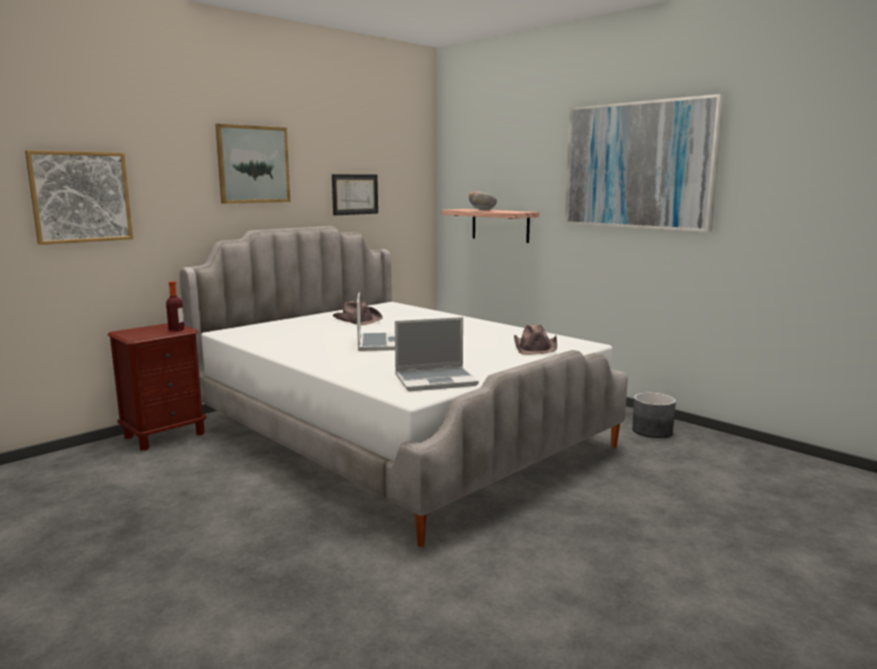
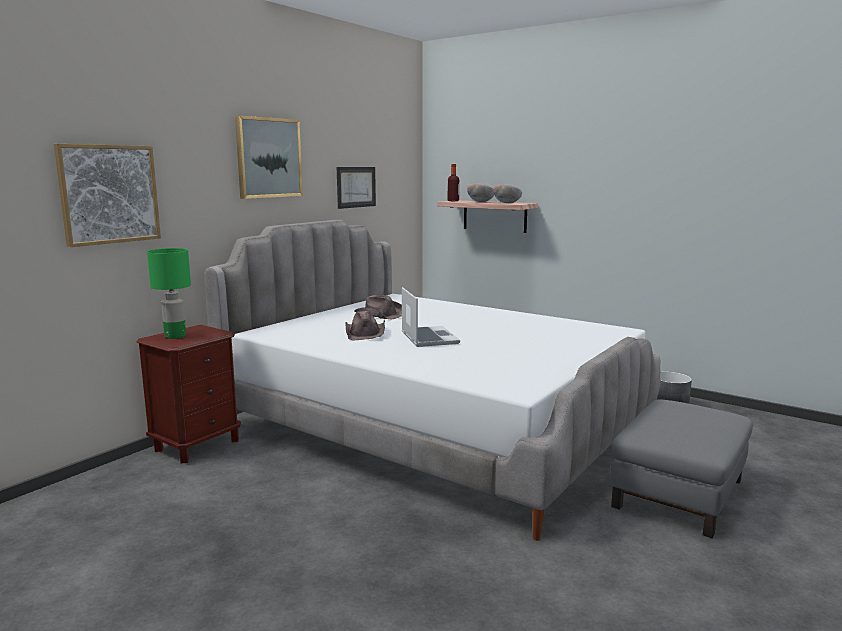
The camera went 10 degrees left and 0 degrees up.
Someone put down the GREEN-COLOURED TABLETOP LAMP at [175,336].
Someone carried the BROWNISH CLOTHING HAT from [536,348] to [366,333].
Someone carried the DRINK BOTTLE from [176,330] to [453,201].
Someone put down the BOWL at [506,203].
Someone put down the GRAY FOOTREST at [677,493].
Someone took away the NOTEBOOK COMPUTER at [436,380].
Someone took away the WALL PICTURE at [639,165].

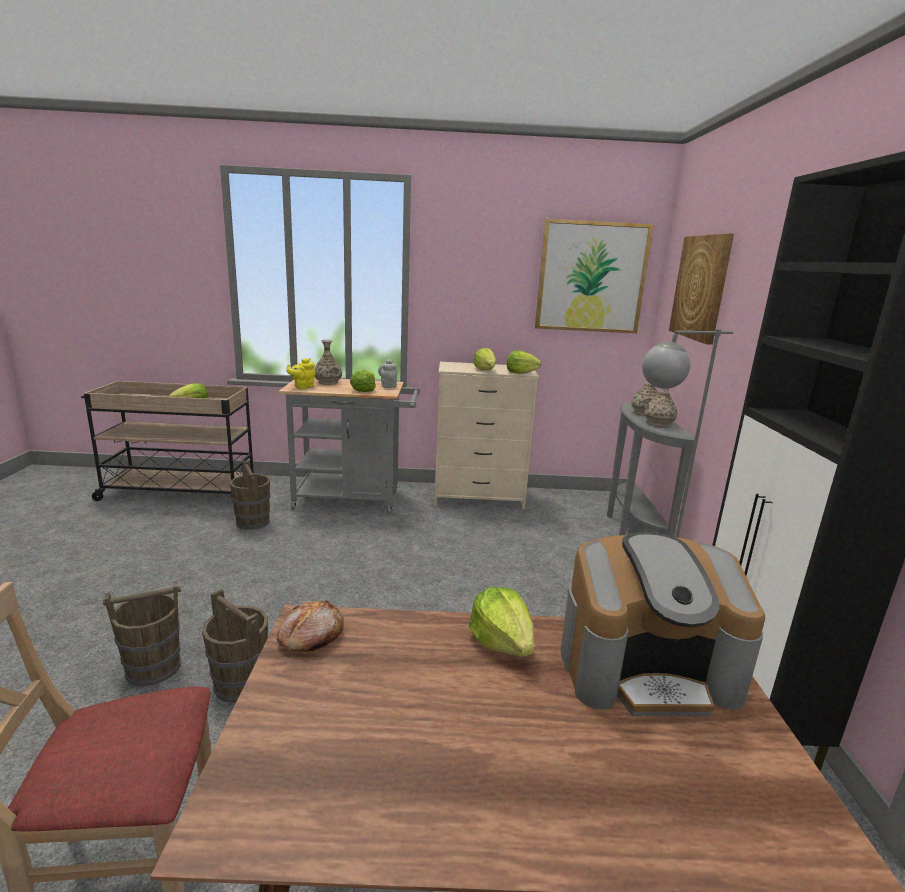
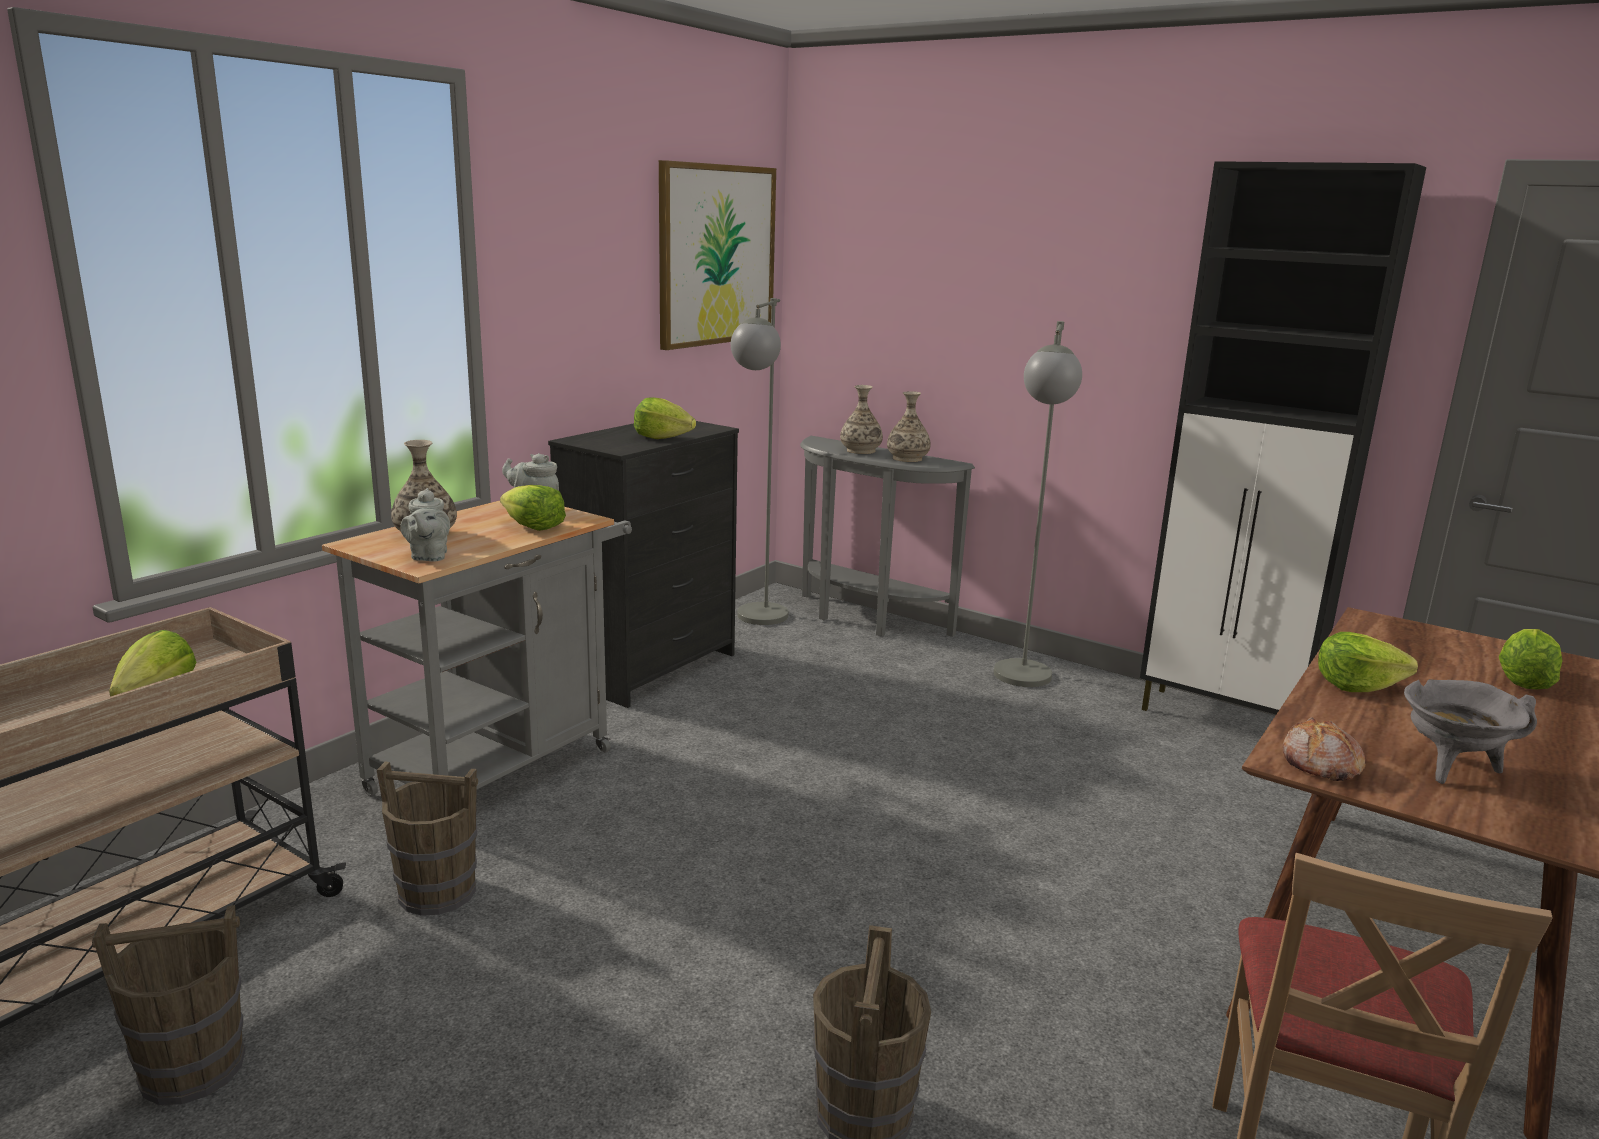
The camera went 55 degrees left and 0 degrees up.
Someone carried the BROWNISH WATER BUCKET from [241,683] to [191,1068].
Someone repainted the YELLOW-COLOURED TEAPOT at [302,387], which became the GRAY TEAPOT at [428,557].
Someone repainted the BEIGE CHEST OF DRAWERS at [478,497], which became the BLACK CHEST OF DRAWERS at [651,668].
Someone put down the GRAY STANDARD LAMP at [758,622].
Someone put down the GRAY SAUCEPOT at [1450,768].
Someone carried the LETTUCE from [520,373] to [1523,680].
Someone took away the COFFEE BREWER at [646,667].
Someone took away the WALL PICTURE at [701,287].

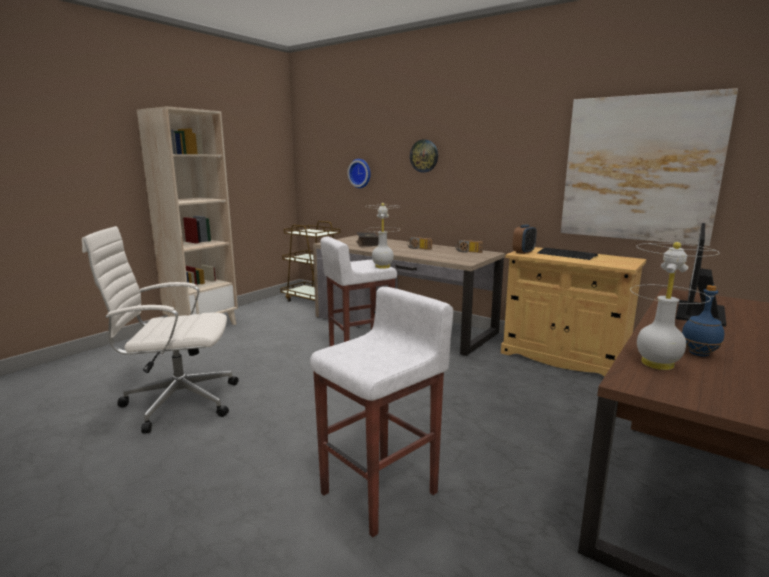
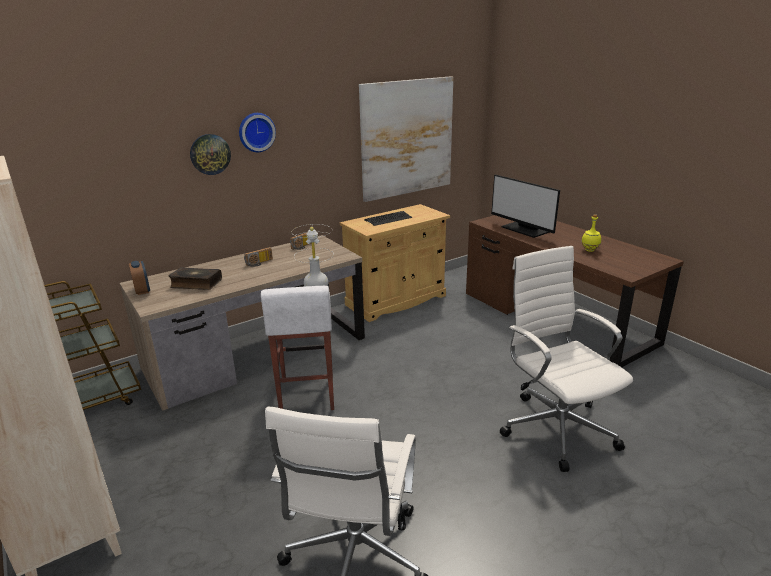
The camera went 70 degrees left and 10 degrees up.
Someone carried the ALARM CLOCK from [523,252] to [142,290].
Someone carried the WALL CLOCK from [360,173] to [256,132].
Someone swapped the WHITE STOOL SEAT at [381,492] for the WHITE OFFICE CHAIR at [556,427].
Someone repainted the BLUE DRINK BOTTLE at [699,353], which became the YELLOW-COLOURED DRINK BOTTLE at [589,250].
Someone took away the WHITE TABLETOP LAMP at [656,364].

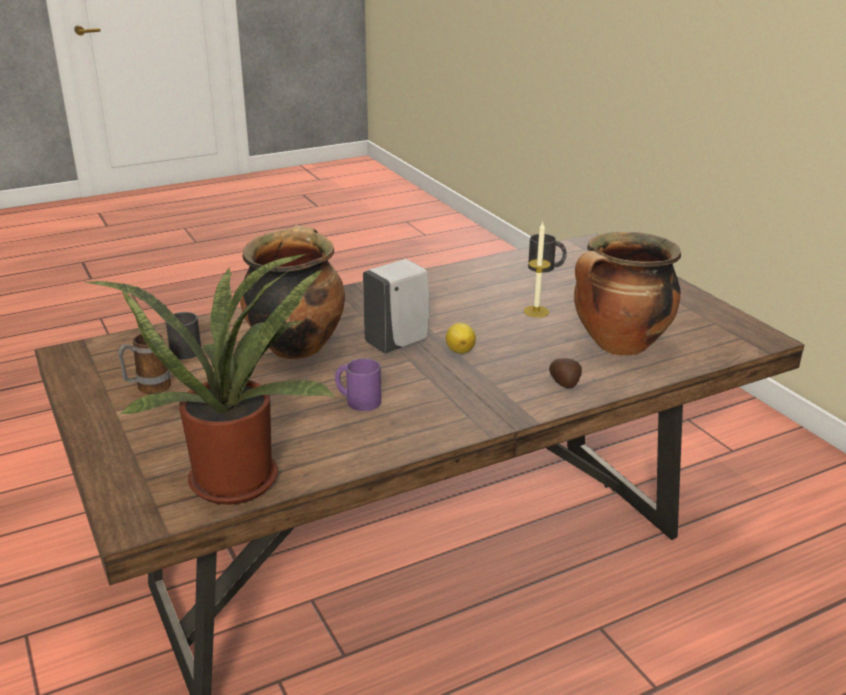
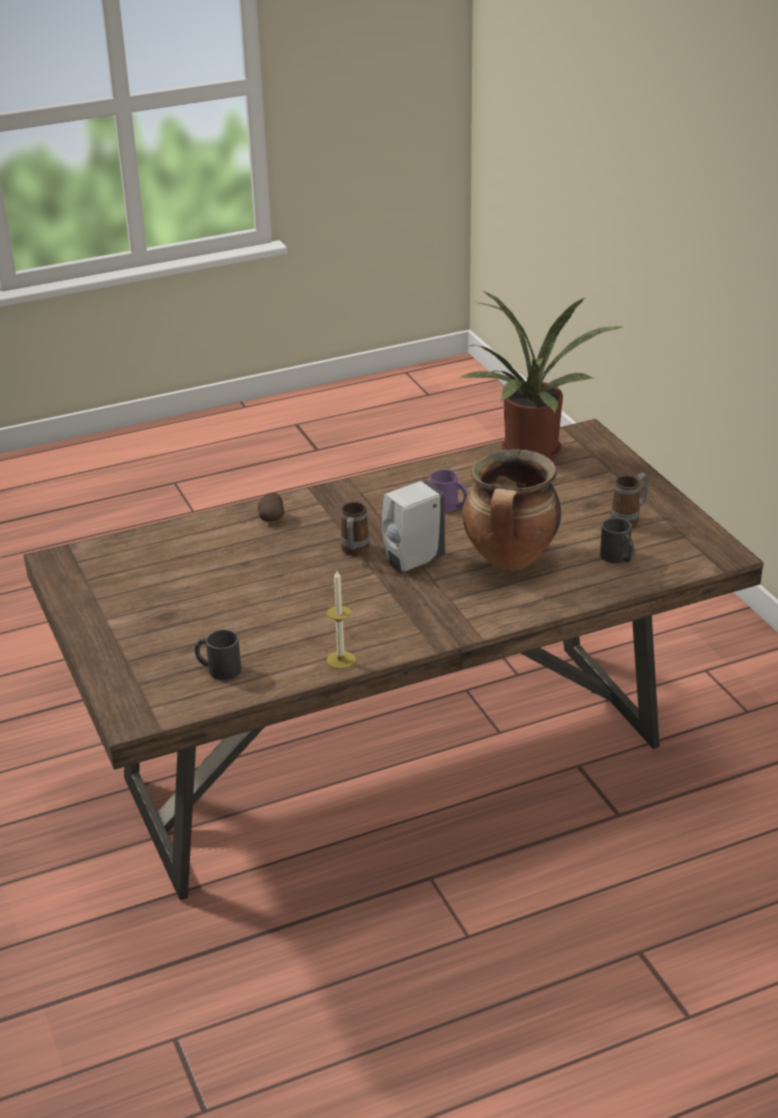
The camera went 175 degrees left and 5 degrees up.
Someone carried the WAX CANDLE from [536,311] to [341,660].
Someone swapped the CITRUS FRUIT at [460,350] for the COFFEE MUG at [354,552].
Someone took away the SAUCEPOT at [619,346].

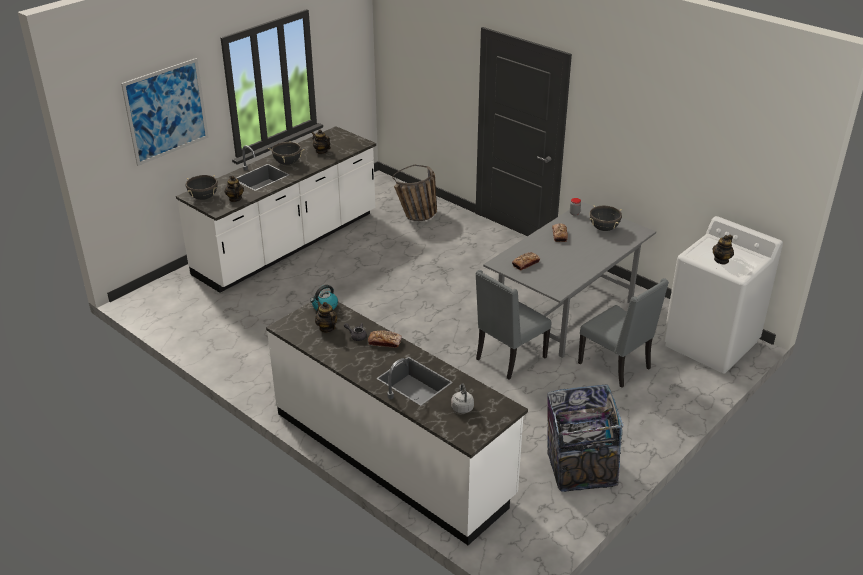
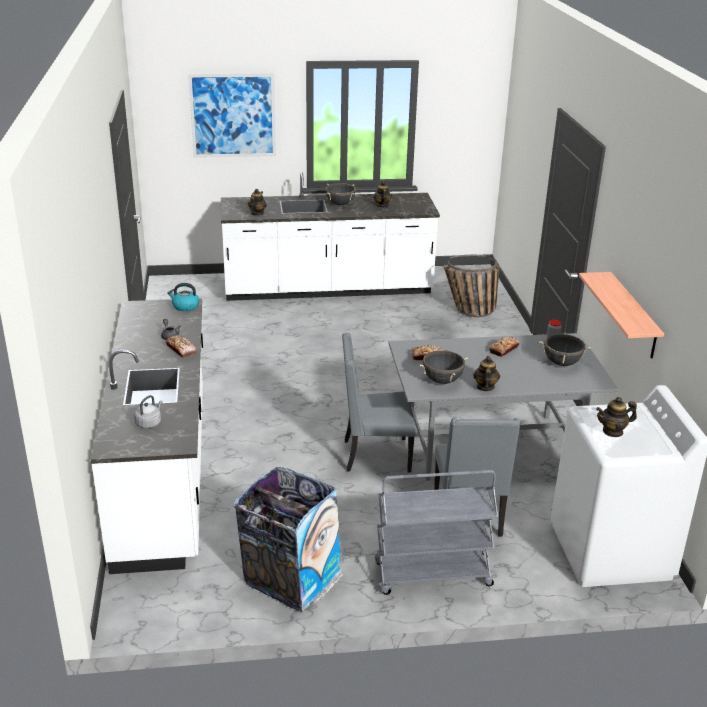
The camera went 40 degrees right and 5 degrees down.
Someone put down the GRAY WHEELED CART at [432,575].
Someone carried the BLACK SAUCEPOT from [203,197] to [442,380].
Someone carried the TEAPOT from [326,328] to [485,387].
Someone put up the BRACKET SHELF at [633,315].

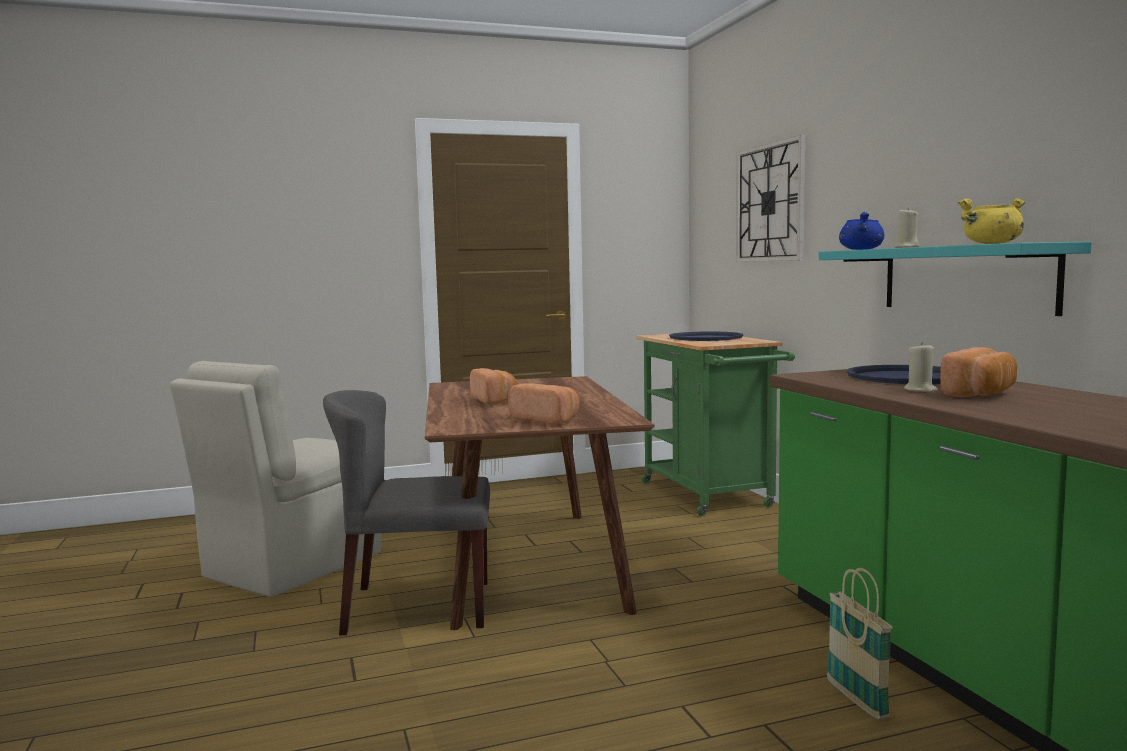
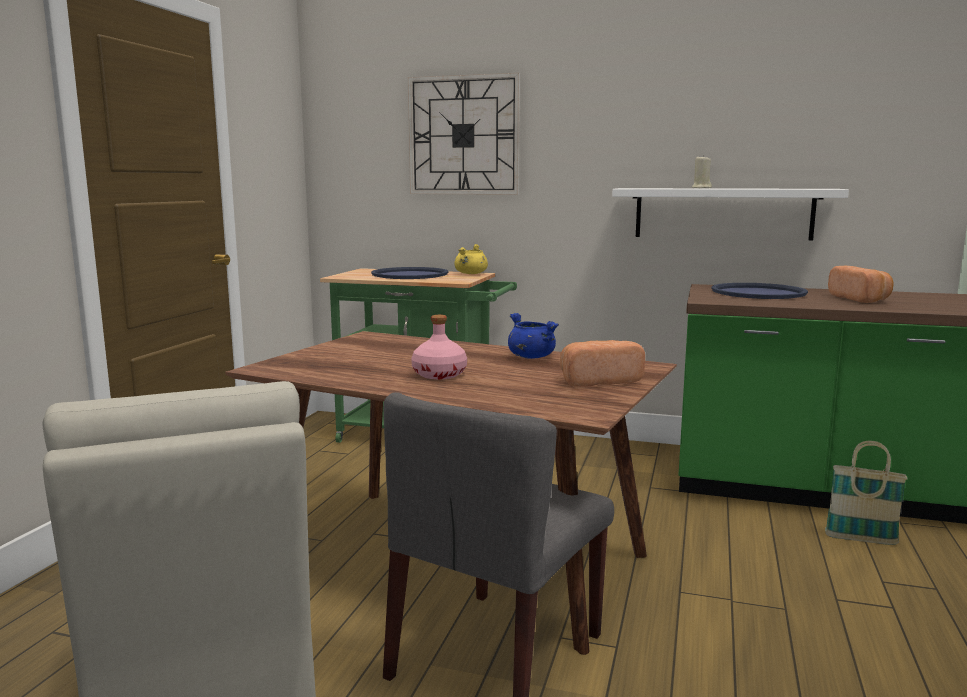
The camera went 55 degrees left and 5 degrees up.
Someone swapped the BAKERY BREAD at [495,401] for the PINK DRINK BOTTLE at [439,374].
Someone carried the YELLOW-COLOURED SAUCEPOT from [992,243] to [471,274].
Someone carried the BLUE SAUCEPOT from [861,249] to [531,357].
Someone repainted the TURQUOISE-COLOURED BRACKET SHELF at [965,279], which became the WHITE BRACKET SHELF at [723,213].
Someone took away the BEIGE WAX CANDLE at [920,390].

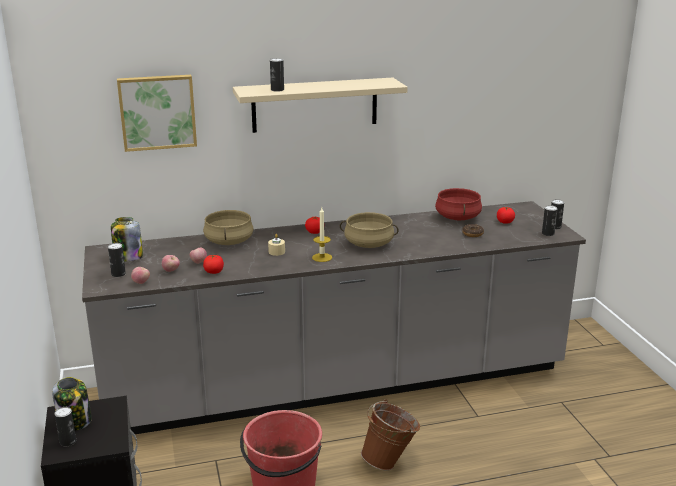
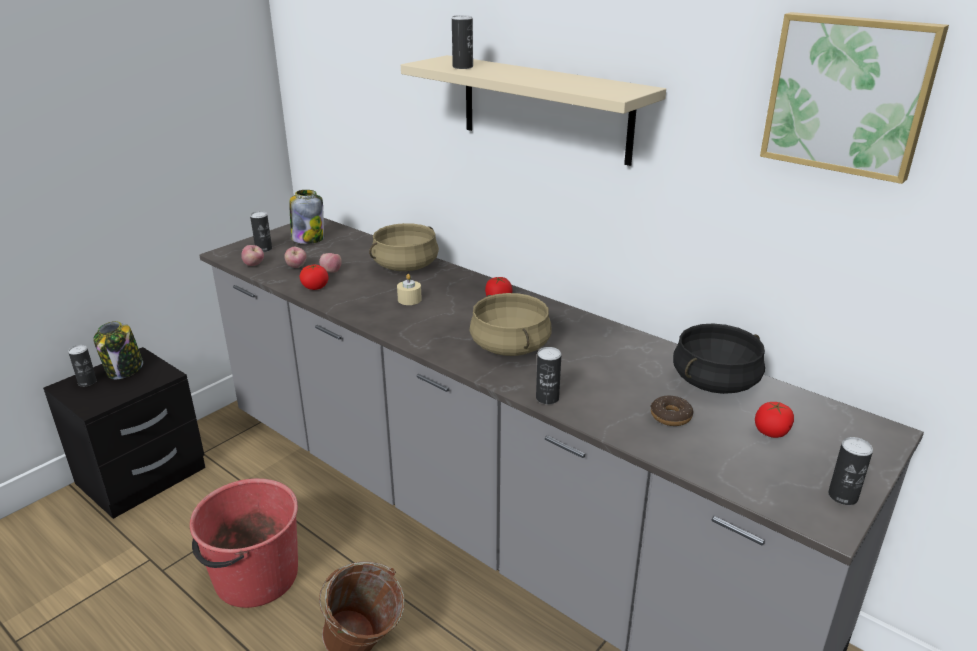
The camera went 55 degrees right and 5 degrees up.
Someone carried the CAN from [548,234] to [547,398].
Someone repainted the RED SAUCEPOT at [458,217], which became the BLACK SAUCEPOT at [715,382].
Someone carried the WALL PICTURE from [157,112] to [848,95].
Someone took away the WAX CANDLE at [322,257].

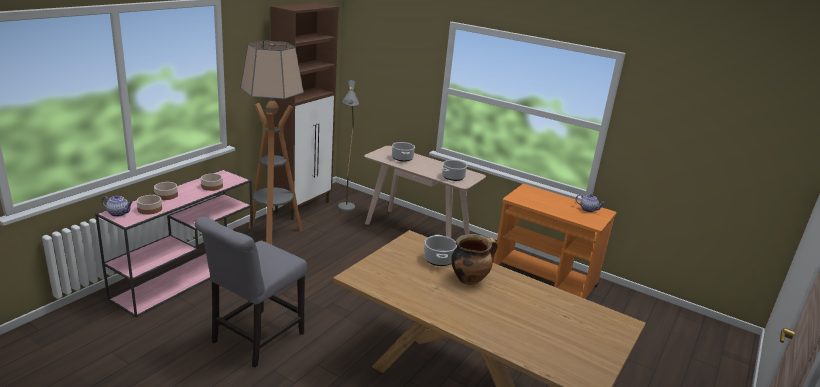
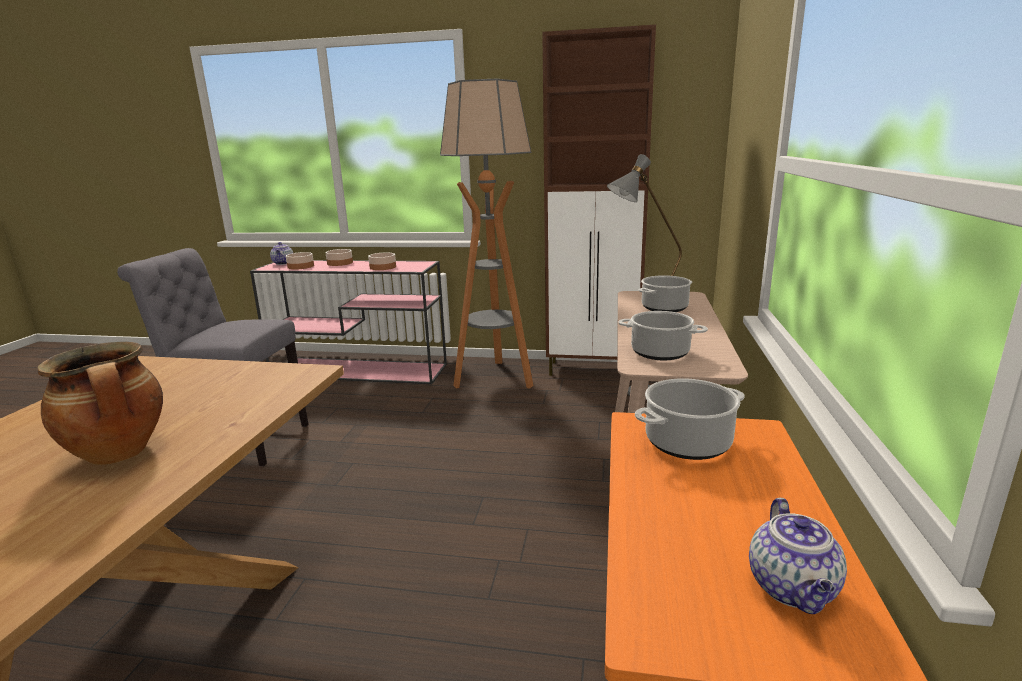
The camera went 70 degrees right and 5 degrees down.
Someone carried the SAUCEPOT from [439,260] to [687,443].

